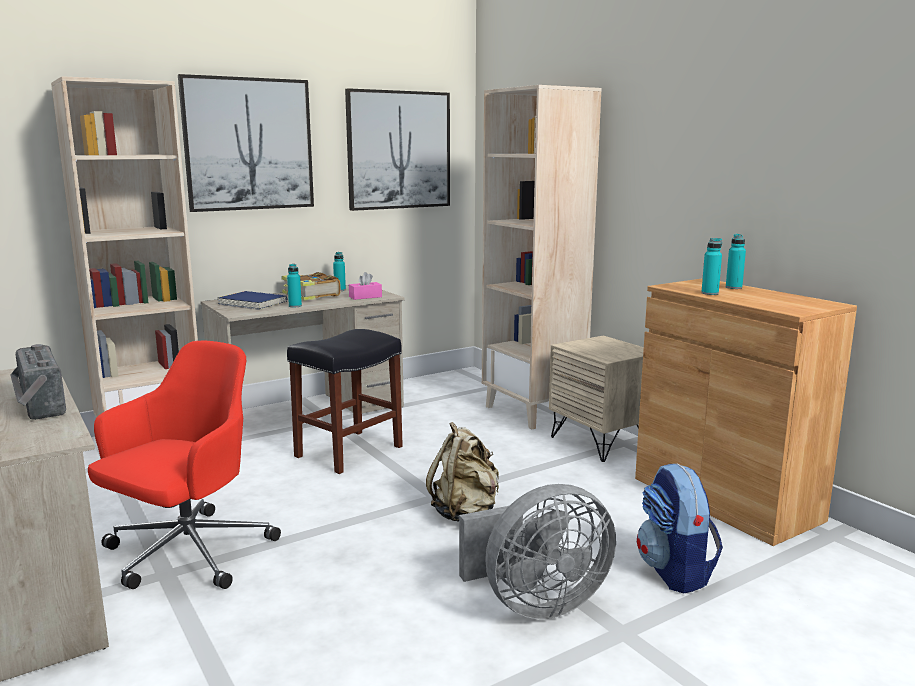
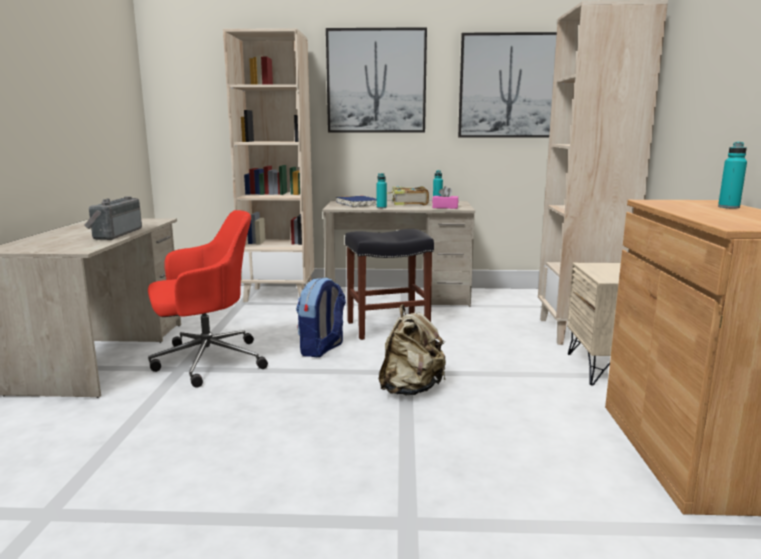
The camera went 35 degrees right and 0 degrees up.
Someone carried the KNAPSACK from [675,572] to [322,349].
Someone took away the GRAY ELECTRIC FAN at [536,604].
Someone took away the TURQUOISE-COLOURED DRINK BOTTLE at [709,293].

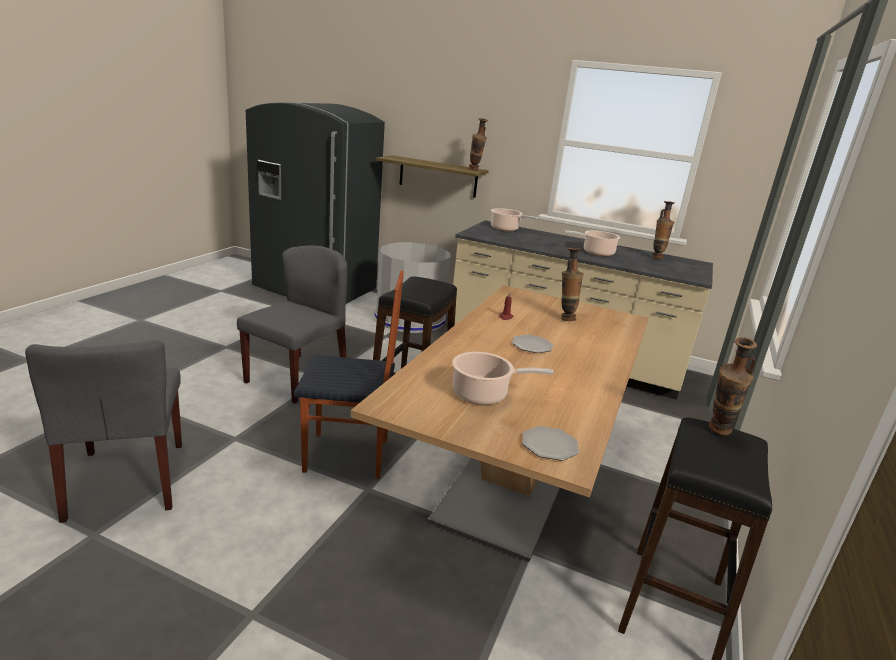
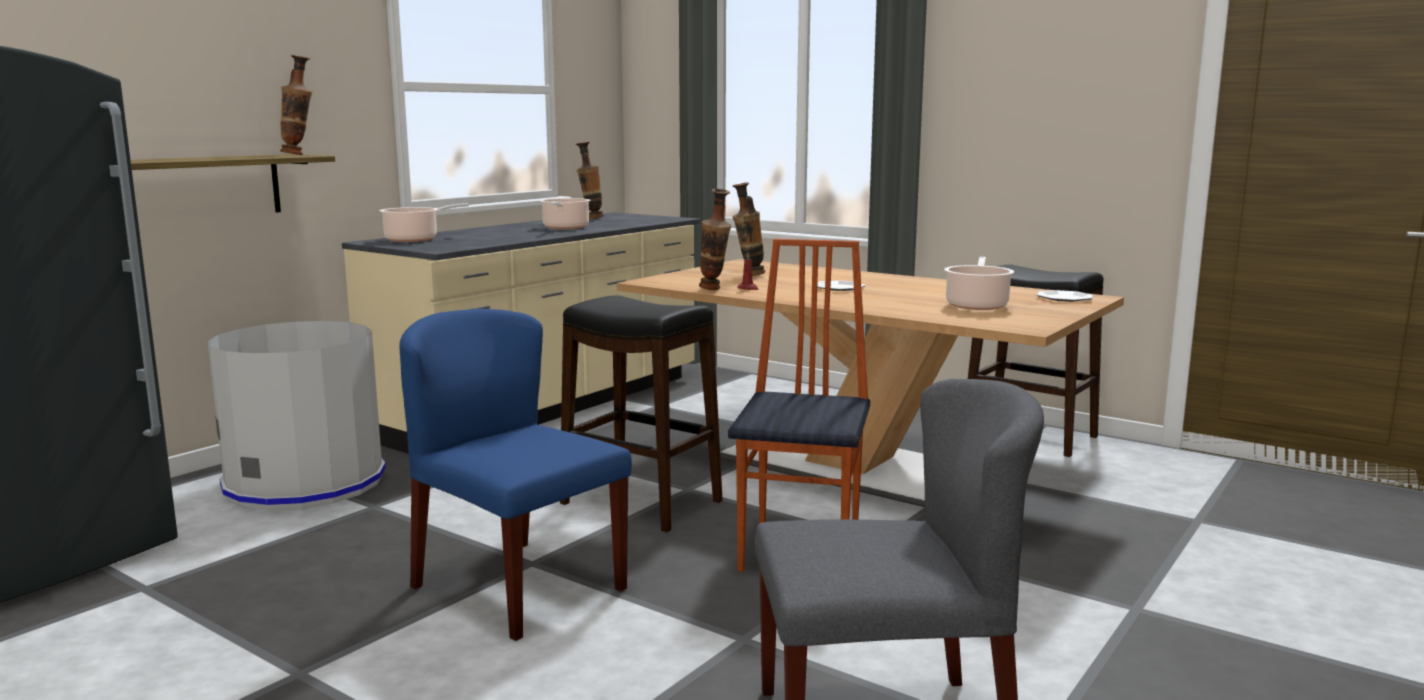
The camera went 75 degrees left and 10 degrees down.
Someone repainted the GRAY PLAIN CHAIR at [297,377], which became the BLUE PLAIN CHAIR at [517,587].
Someone carried the FLOWER VASE from [717,432] to [714,289].

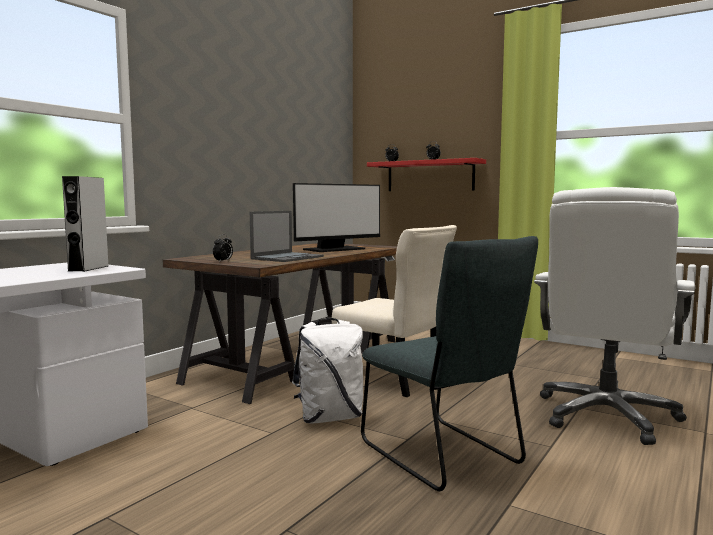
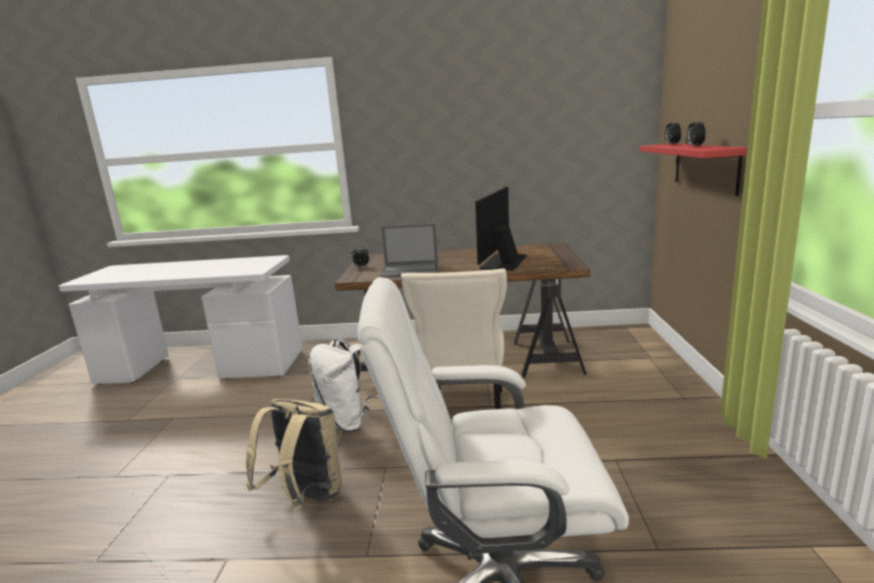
The camera went 60 degrees right and 10 degrees up.
Someone swapped the GRAY PLAIN CHAIR at [444,456] for the BEIGE KNAPSACK at [305,498].
Someone rotated the COMPUTER DISPLAY at [335,249] by 90 degrees clockwise.
Someone took away the GRAY AUDIO SPEAKER at [88,268].

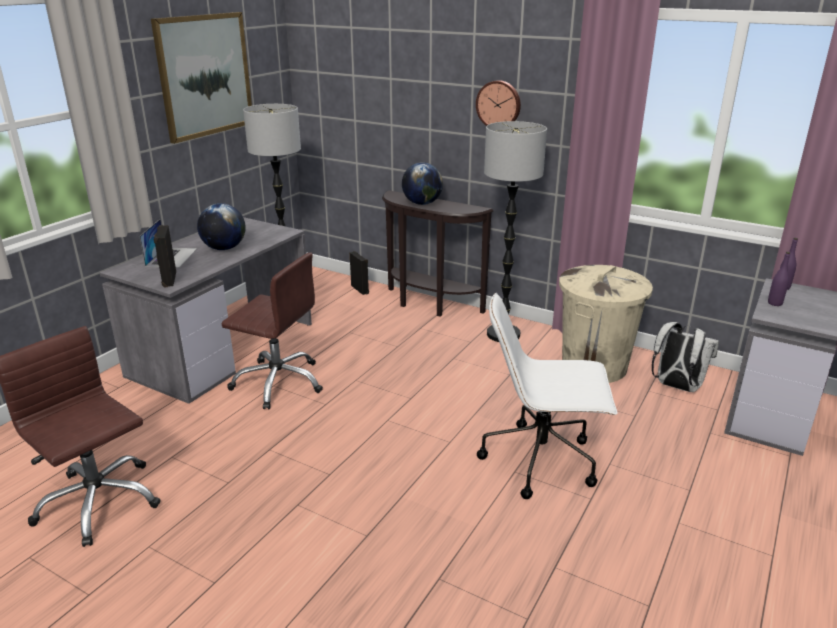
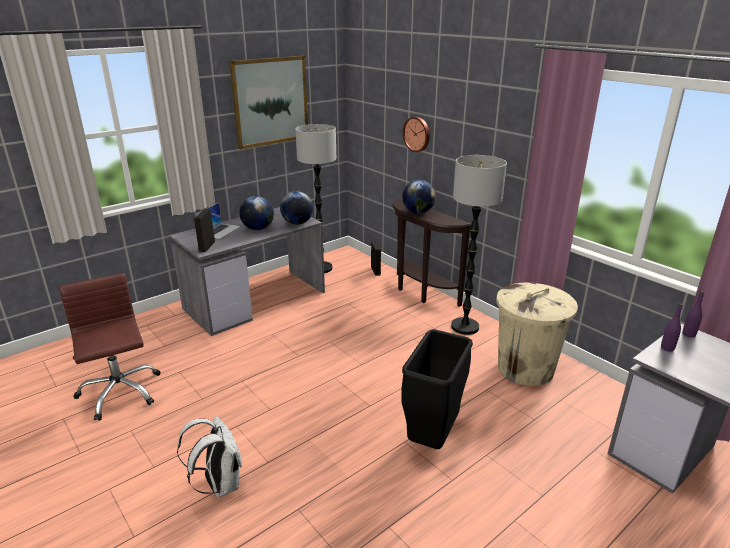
The camera went 20 degrees right and 0 degrees up.
Someone carried the WHITE KNAPSACK from [676,386] to [219,484].
Someone put down the GLOBE at [297,223].
Someone swapped the WHITE OFFICE CHAIR at [541,460] for the BLACK RUBBISH BIN at [431,438].
Someone carried the WALL CLOCK from [499,104] to [417,134].
Someone took away the BROWNISH OFFICE CHAIR at [278,382].

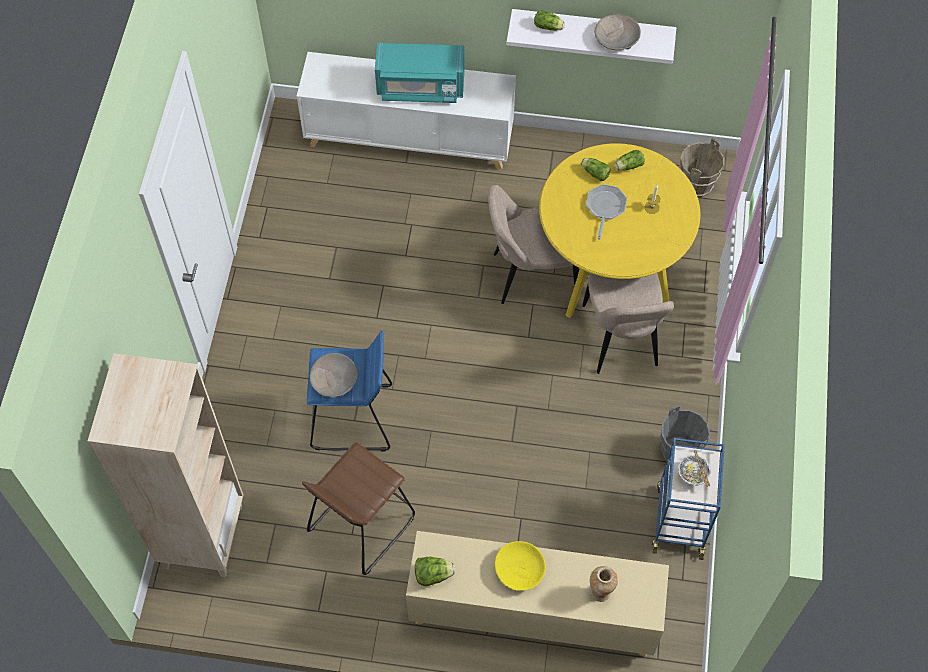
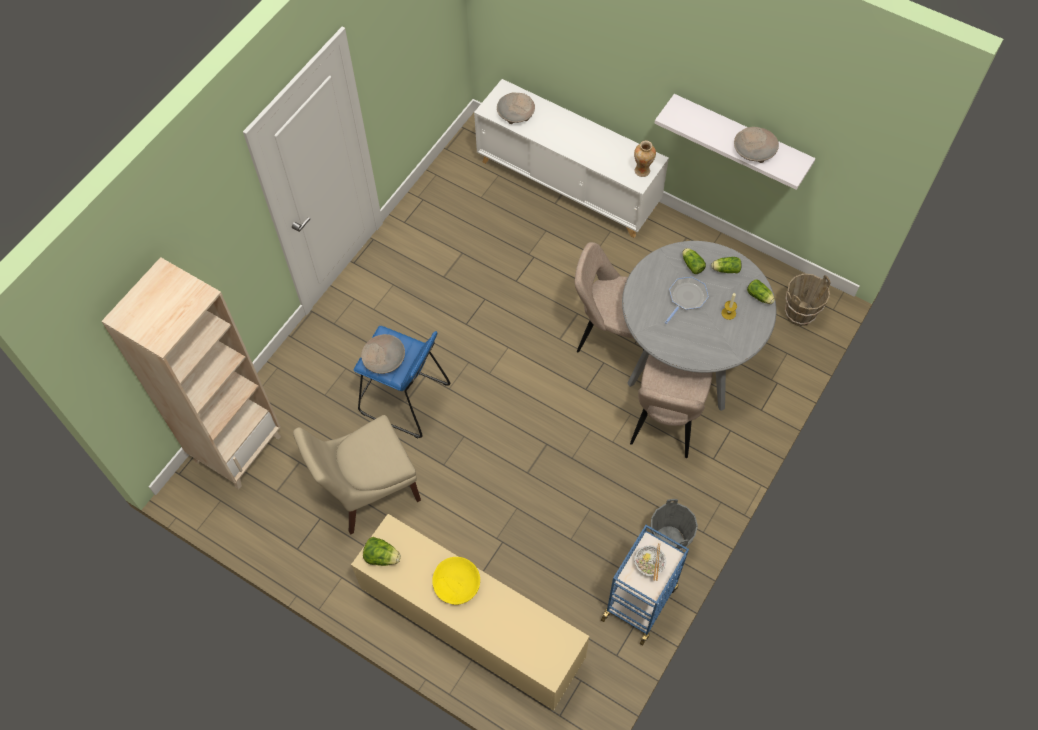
The camera went 25 degrees right and 0 degrees up.
Someone swapped the BROWNISH STOOL SEAT at [361,523] for the BEIGE PLAIN CHAIR at [367,490].
Someone put down the BEIGE BOWL at [515,114].
Someone repainted the YELLOW-COLOURED KITCHEN TABLE at [609,268], which became the GRAY KITCHEN TABLE at [686,356].
Someone carried the FLOWER VASE from [600,592] to [642,171].
Someone carried the LETTUCE from [549,27] to [760,297].
Someone took away the TURQUOISE-COLOURED KITCHEN MICROWAVE at [420,87].

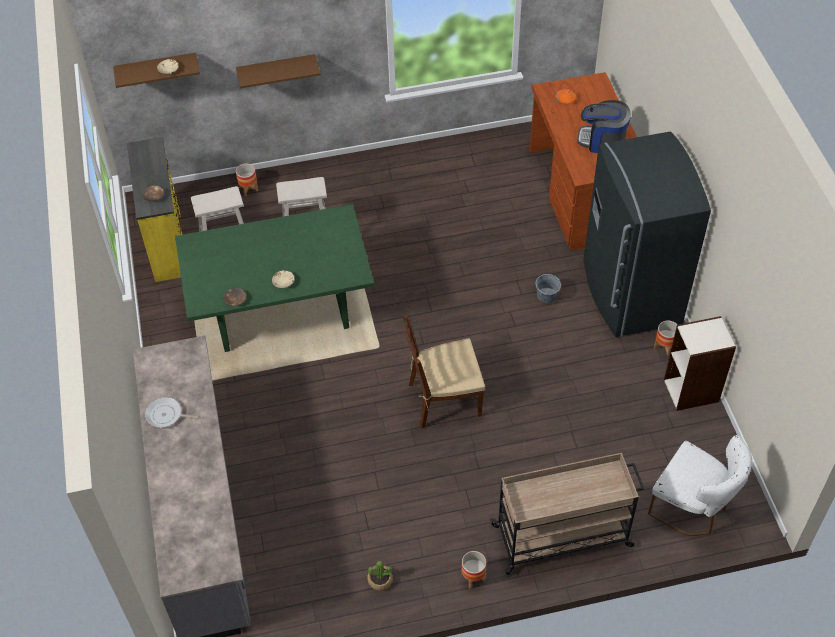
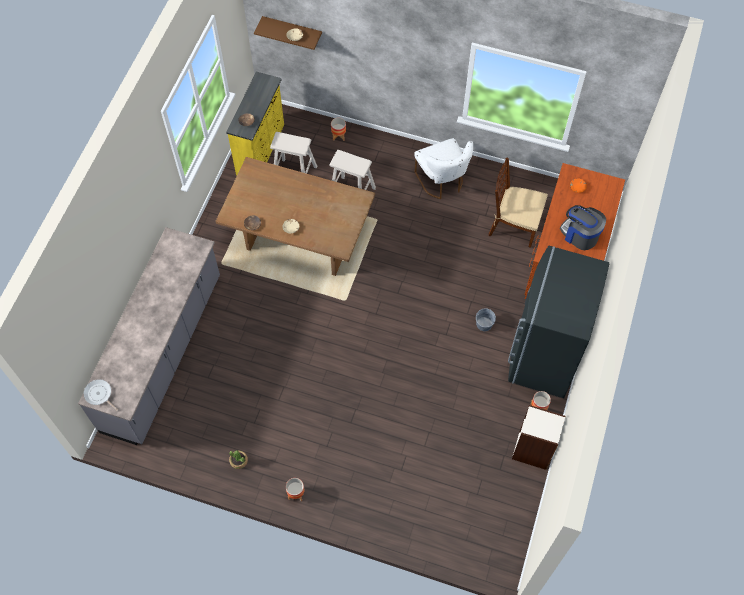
The camera went 30 degrees right and 10 degrees up.
Someone carried the SKILLET from [166,415] to [99,394].
Someone repainted the GREEN-COLOURED KITCHEN TABLE at [281,314], which became the BROWNISH KITCHEN TABLE at [299,241].
Someone carried the WHITE PLAIN CHAIR from [693,508] to [442,182].
Someone carried the BROWNISH PLAIN CHAIR from [443,399] to [513,225].
Someone took away the BROWNISH BRACKET SHELF at [277,70].
Someone took away the BEIGE WHEELED CART at [563,535].

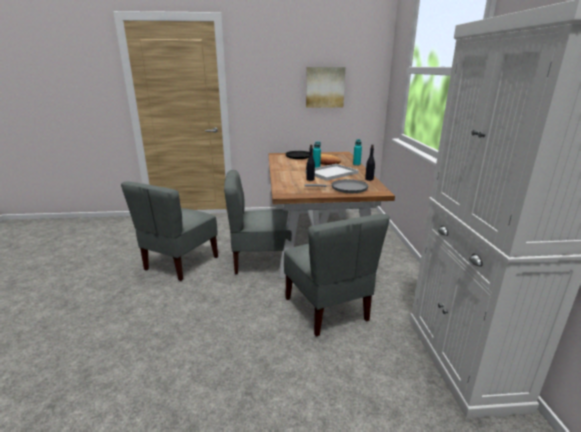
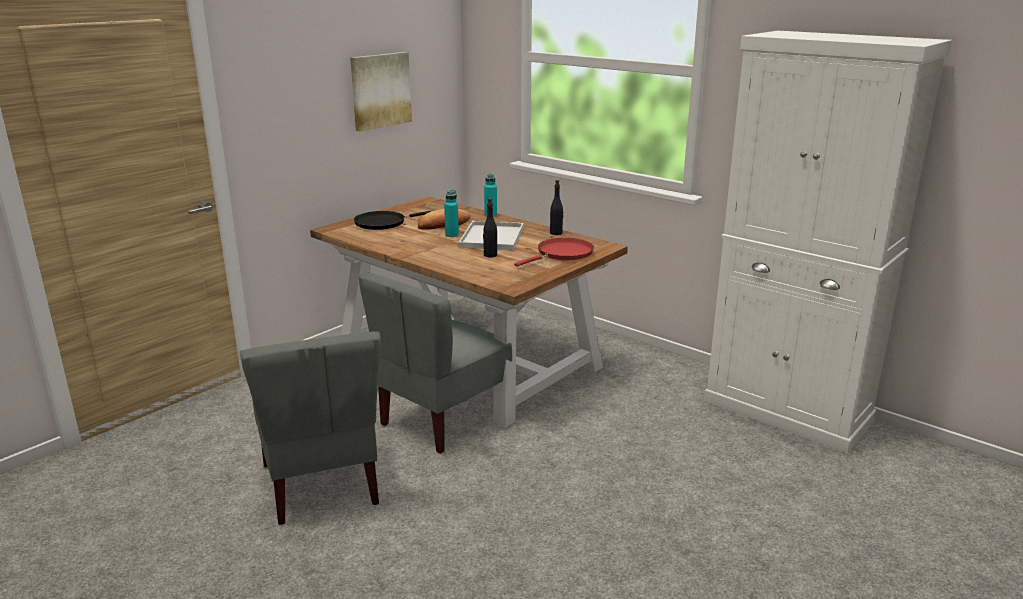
The camera went 45 degrees left and 0 degrees up.
Someone repainted the GRAY SKILLET at [346,188], which became the RED SKILLET at [562,254].
Someone took away the GRAY PLAIN CHAIR at [327,309].

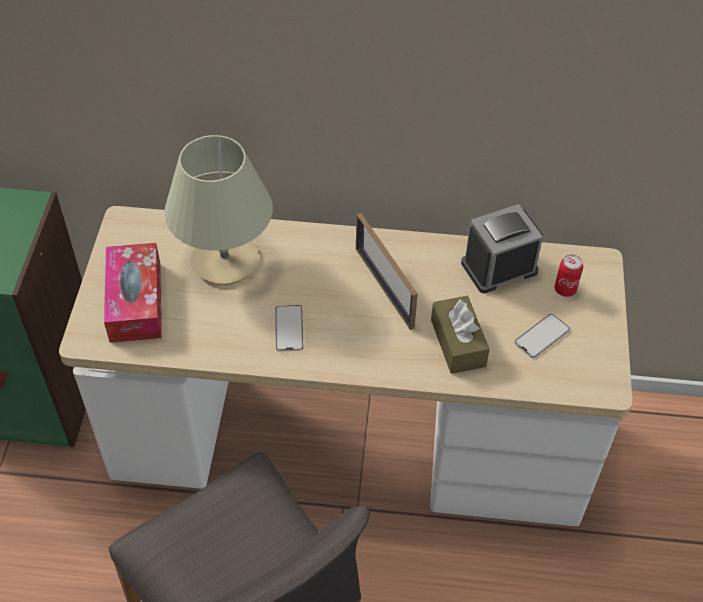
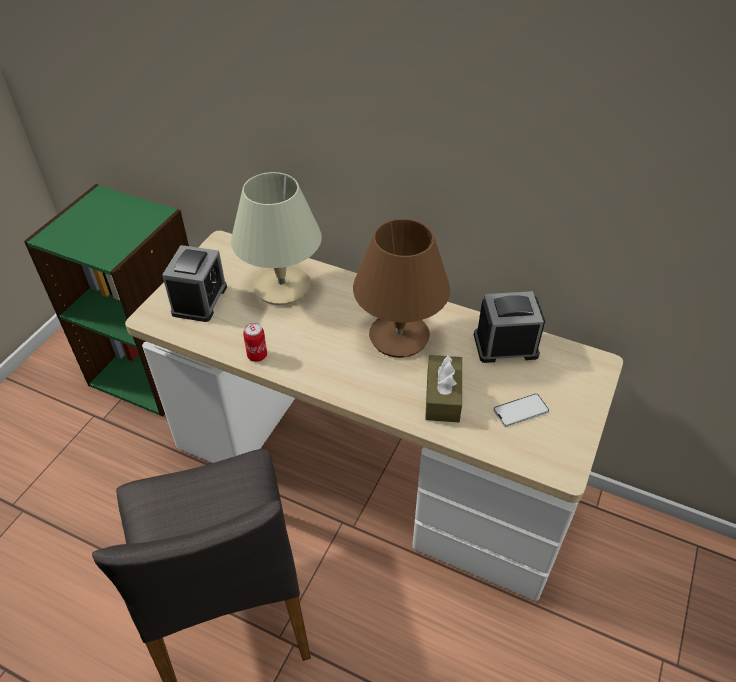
The camera went 20 degrees right and 5 degrees down.
Someone swapped the TISSUE BOX at [135,302] for the ALARM CLOCK at [199,300].
Someone carried the CAN from [565,289] to [257,355].
Someone swapped the PICTURE FRAME at [384,287] for the BROWNISH TABLETOP LAMP at [399,337].
Someone took away the TELEPHONE at [289,328].

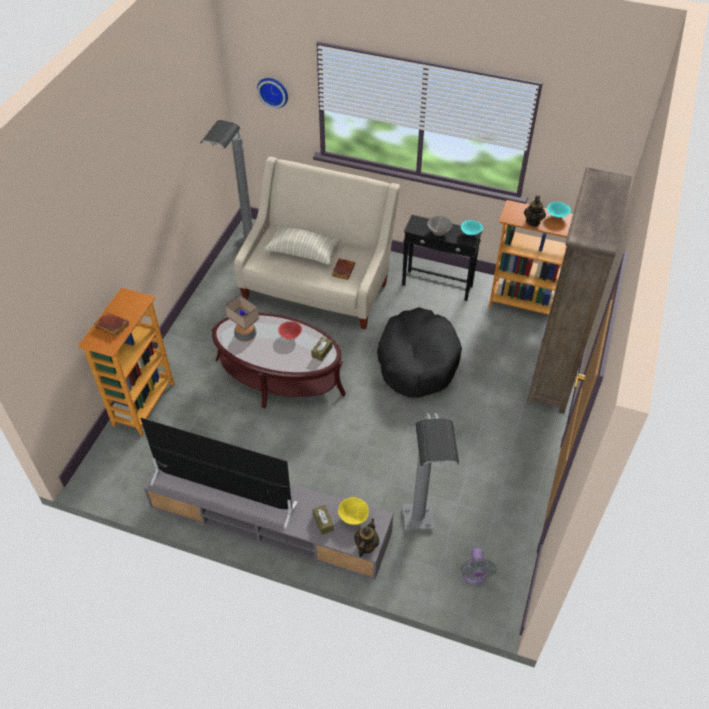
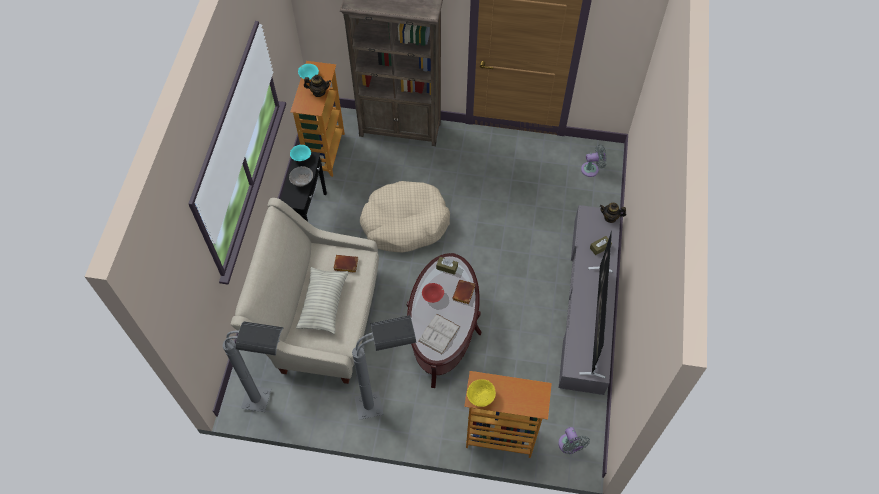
The camera went 100 degrees left and 10 degrees up.
Someone carried the GRAY STANDARD LAMP from [421,537] to [386,402].
Someone repainted the BLACK PET BED at [417,361], which became the BEIGE PET BED at [405,223].
Someone swapped the TABLETOP LAMP at [245,335] for the WHITE BOUND BOOK at [439,333].
Someone carried the BROWNISH BOUND BOOK from [111,326] to [464,293].
Someone carried the YELLOW-COLOURED BOWL from [353,517] to [480,397].
Someone put down the GRAY ELECTRIC FAN at [569,446].
Someone took away the WALL CLOCK at [273,91].

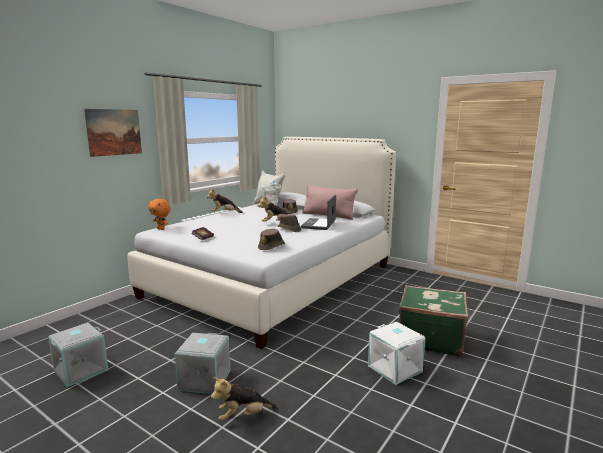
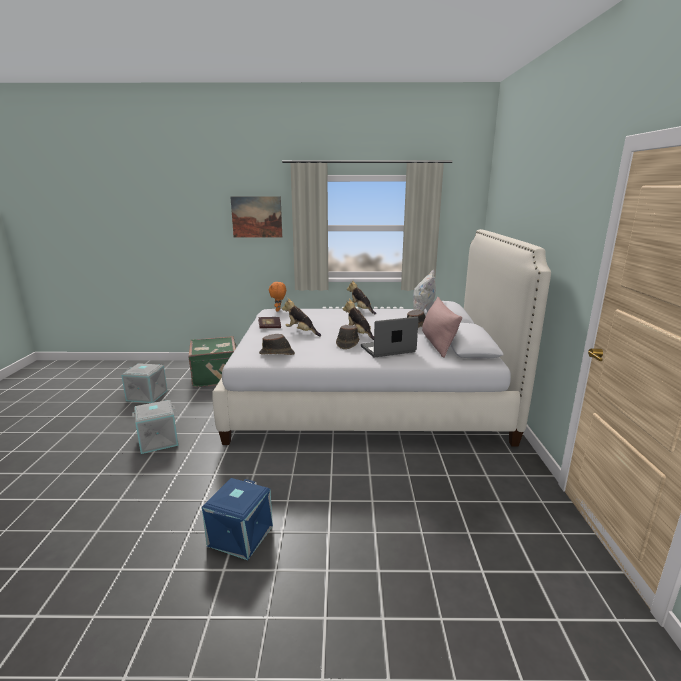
The camera went 55 degrees right and 5 degrees up.
Someone carried the GREEN-COLOURED PIECE OF LUGGAGE from [429,338] to [216,376].
Someone repainted the WHITE STORAGE BIN at [395,368], which became the BLUE STORAGE BIN at [241,536].
Someone carried the CUDDLY TOY from [243,416] to [301,332].

